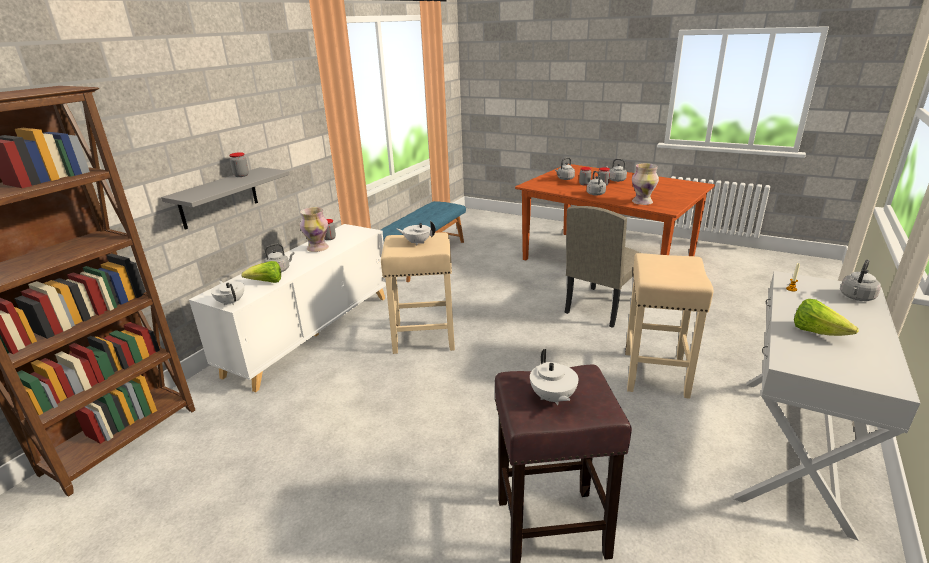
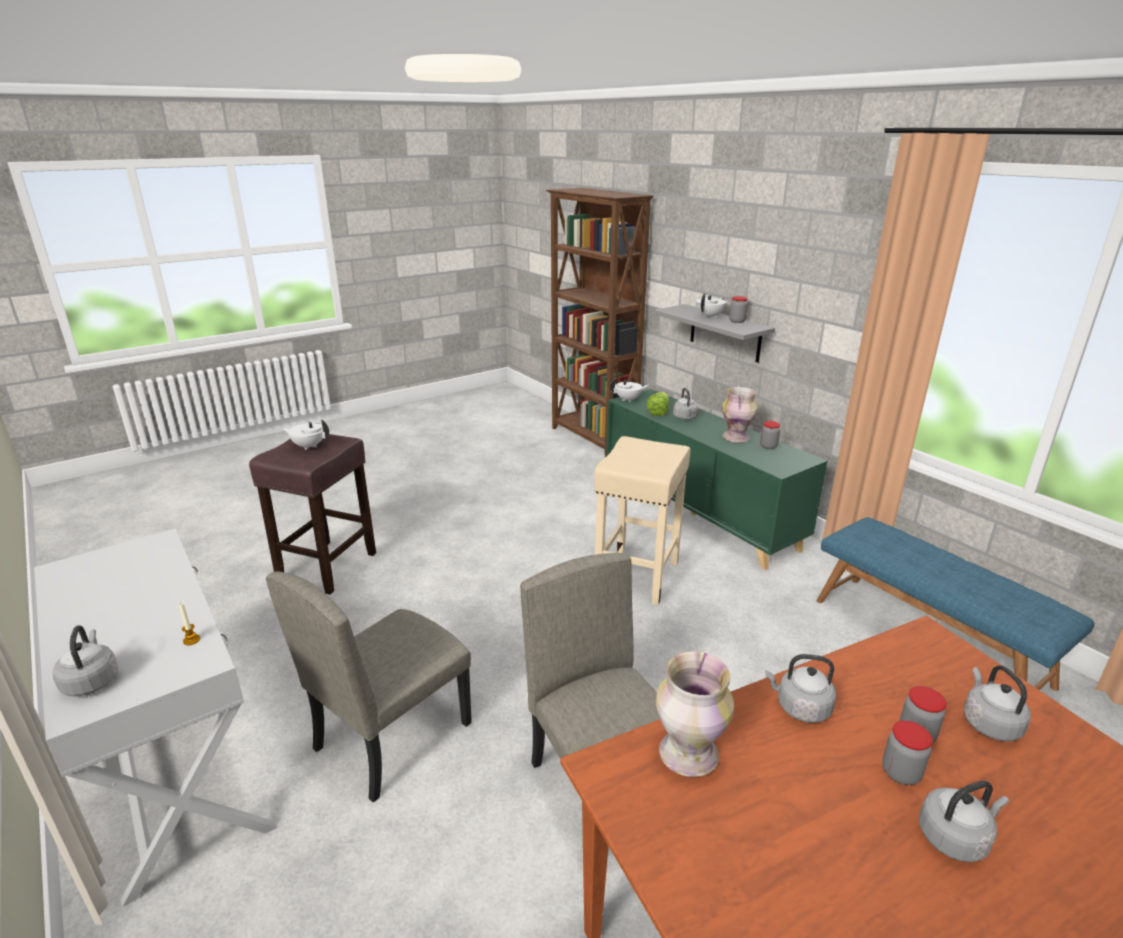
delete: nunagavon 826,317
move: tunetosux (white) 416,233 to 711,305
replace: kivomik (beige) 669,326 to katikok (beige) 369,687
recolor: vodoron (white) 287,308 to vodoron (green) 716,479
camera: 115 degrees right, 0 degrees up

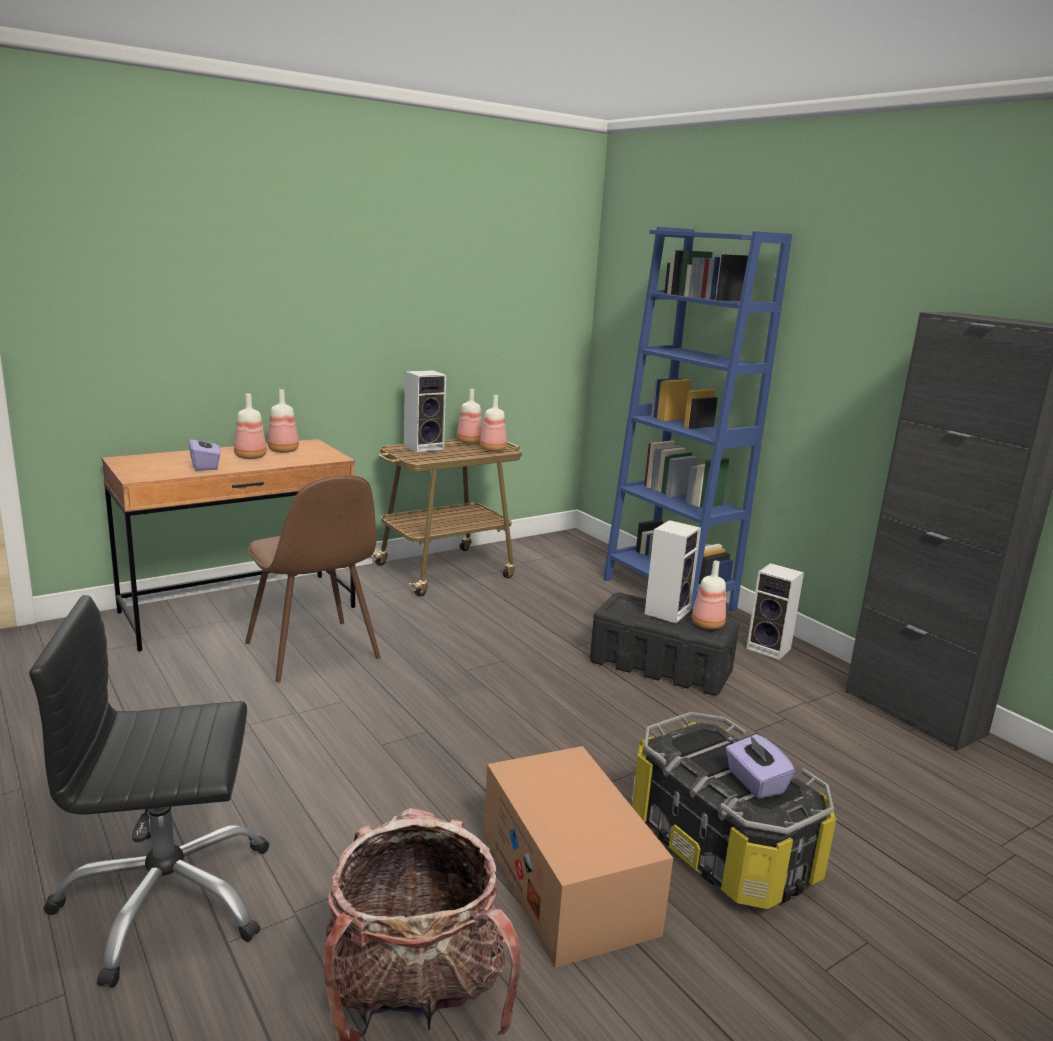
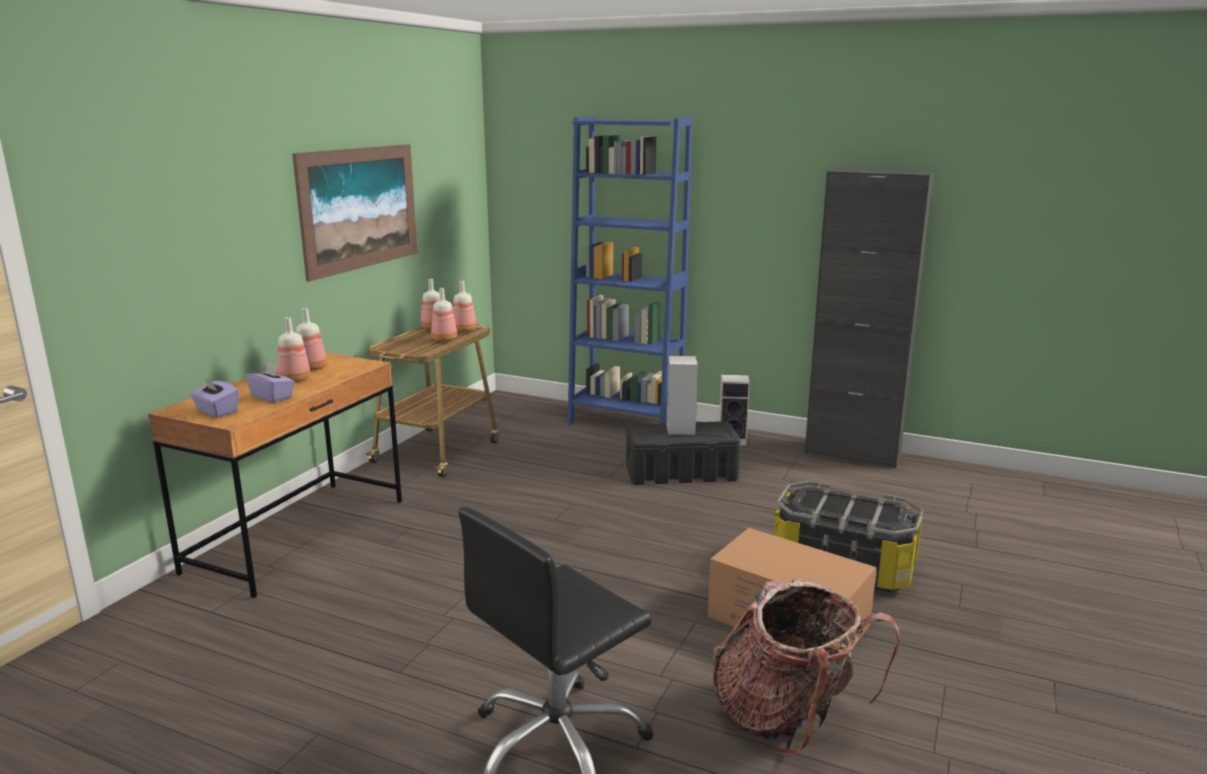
delete: katikok (brown) 312,579; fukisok 425,411
insert: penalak 355,213
move: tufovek 709,595 to 444,315; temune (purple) 760,766 to 214,397
camera: 30 degrees left, 0 degrees up

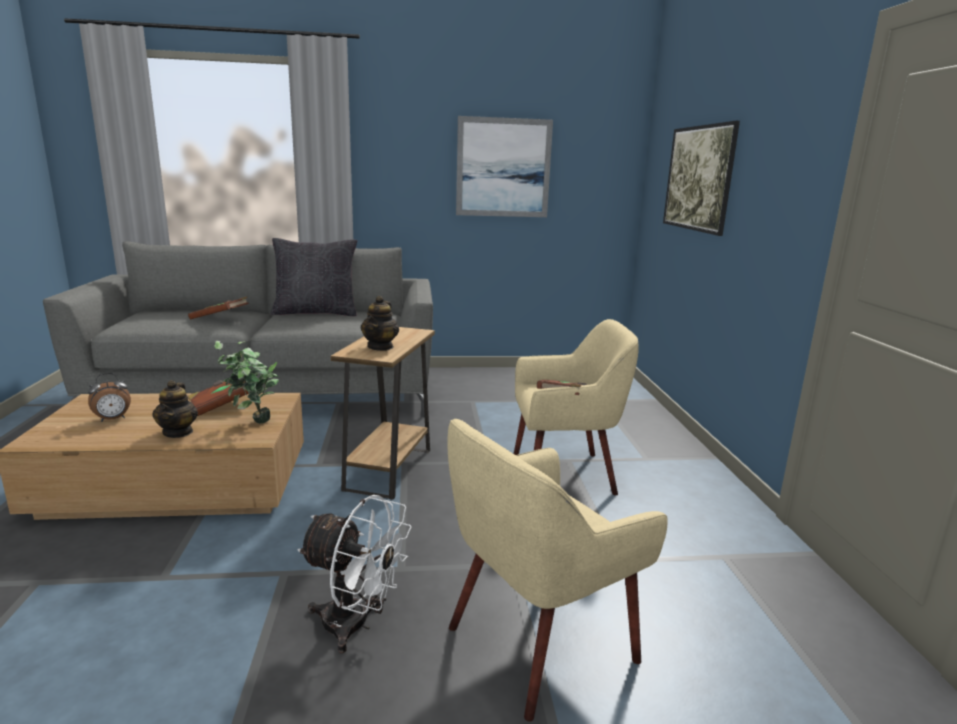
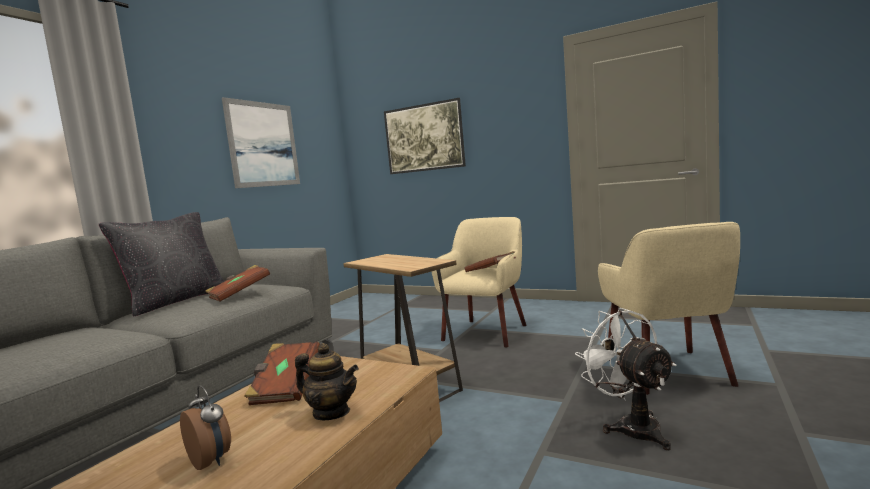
delete: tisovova 246,382; tunetosux 380,323
move: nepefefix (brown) 218,308 to 237,283
rotate: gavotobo 109,397 = 205,427 45 degrees counterclockwise; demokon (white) 354,574 = 626,379 75 degrees counterclockwise
camera: 55 degrees left, 10 degrees down

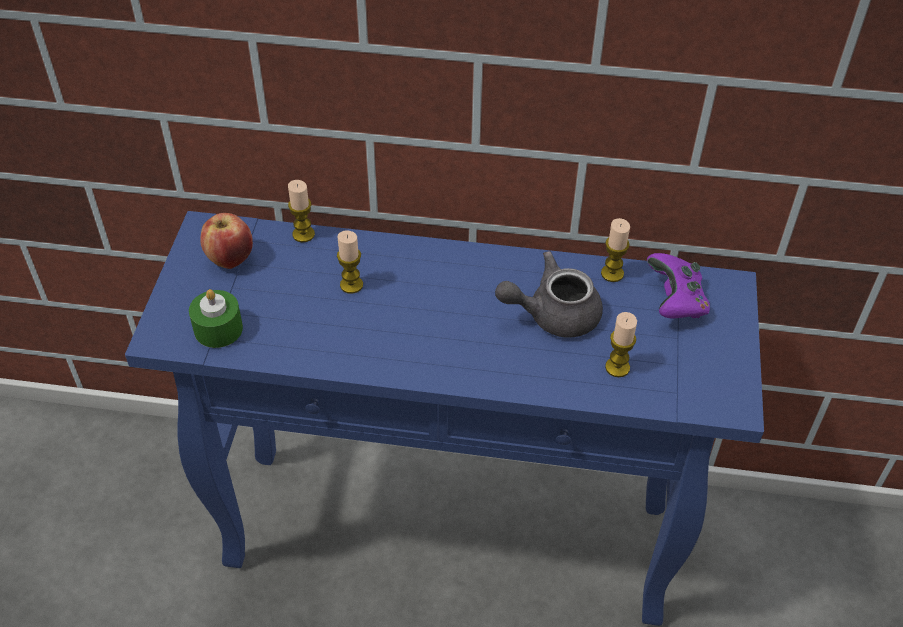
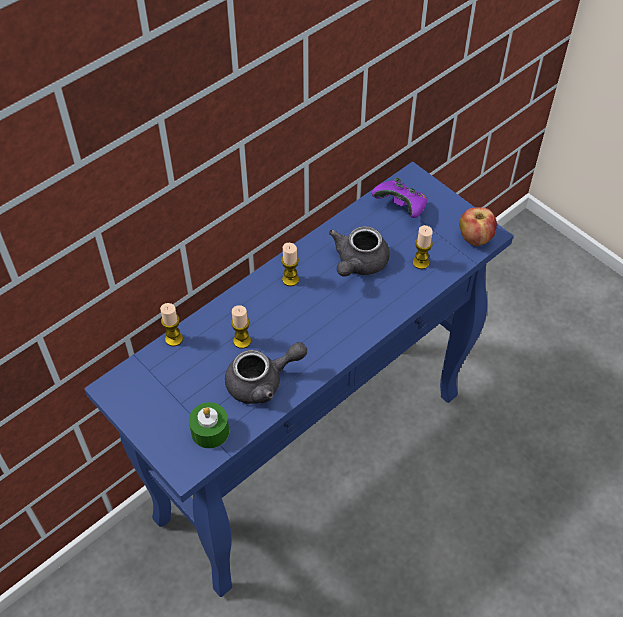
insert: tunetosux (grey) 266,373
move: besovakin 226,241 to 478,226; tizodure 615,250 to 290,264
camera: 50 degrees left, 5 degrees up

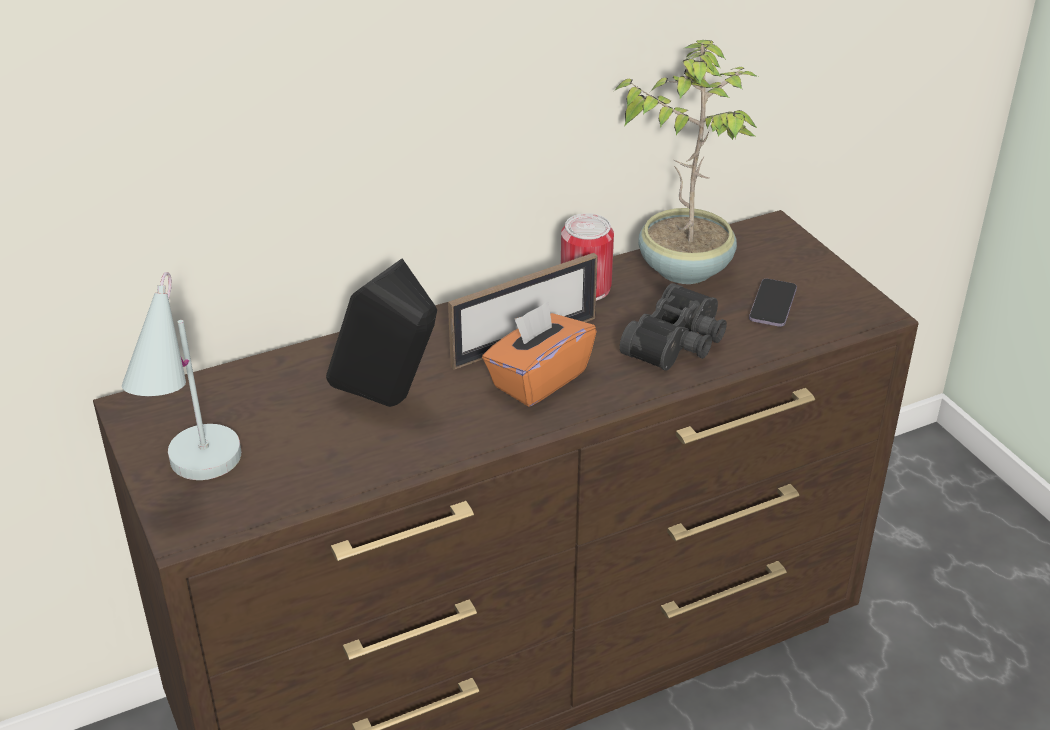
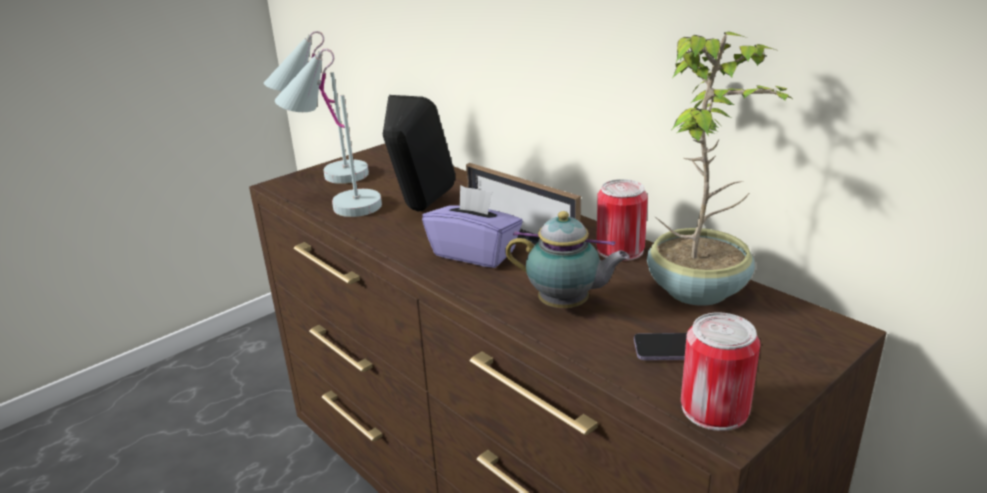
insert: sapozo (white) 328,133; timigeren 721,371
replace: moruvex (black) 673,327 to tunetosux 567,259
recolor: temune (orange) 539,354 to temune (purple) 472,226
camera: 75 degrees right, 10 degrees down

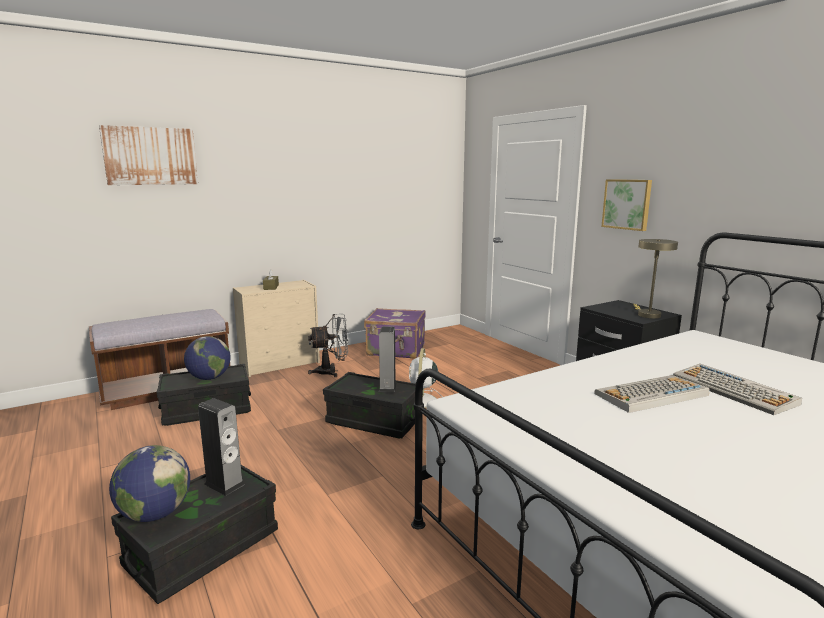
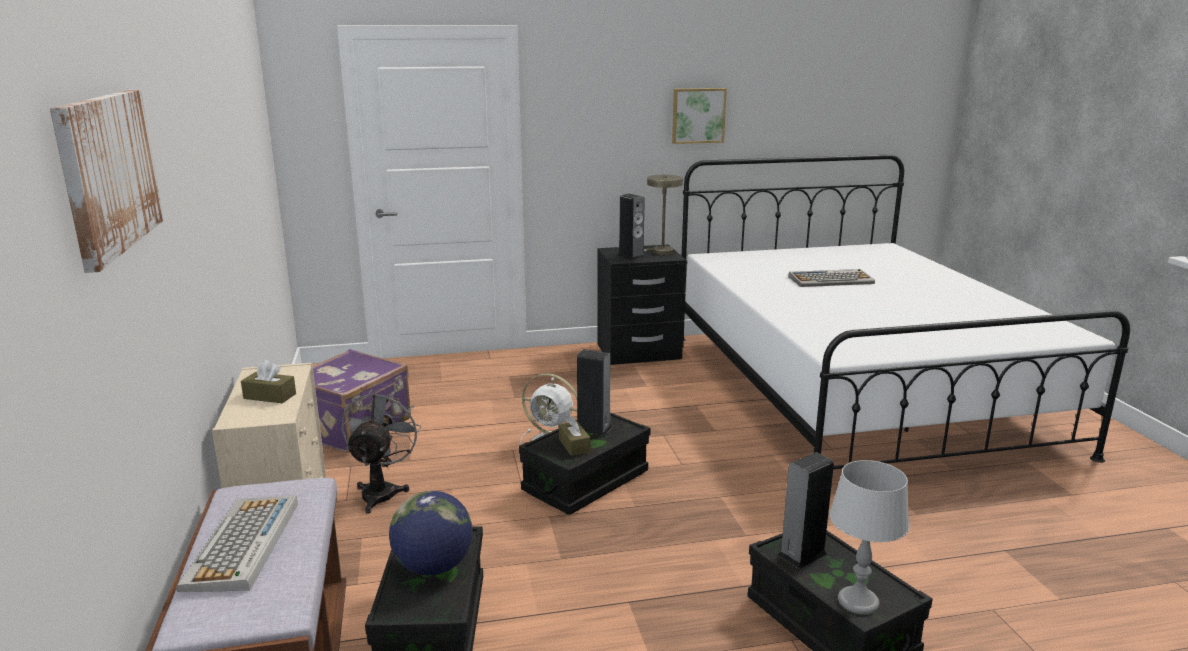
insert: temune (brown) 575,436; fukisok 631,227
move: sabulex 652,394 to 237,543; penalak 626,205 to 699,116
replace: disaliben 149,483 to sapozo (grey) 869,537
camera: 70 degrees left, 5 degrees up

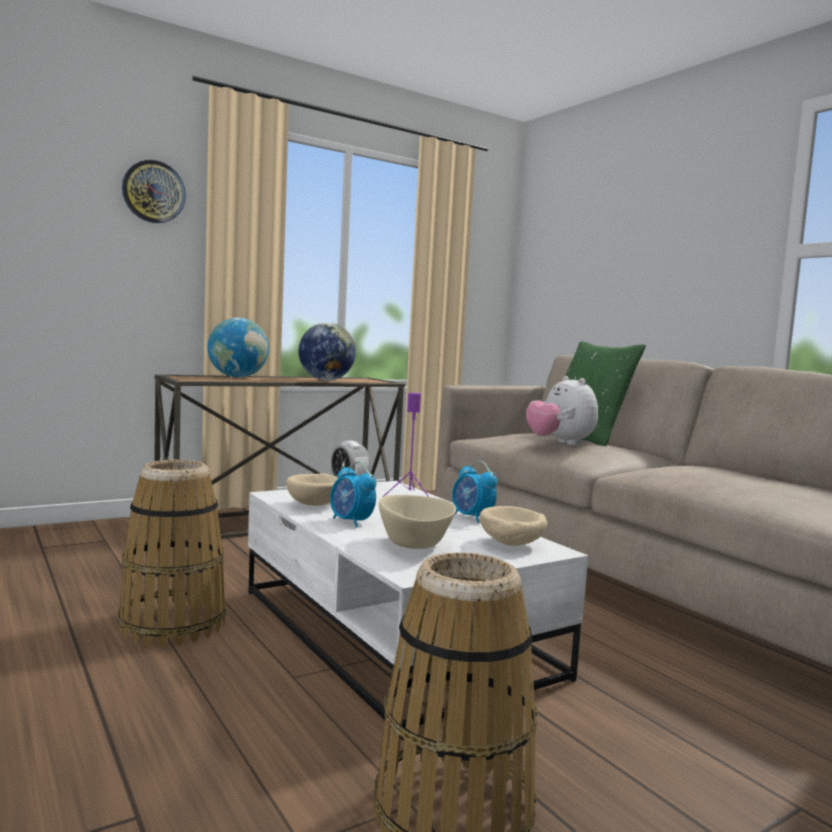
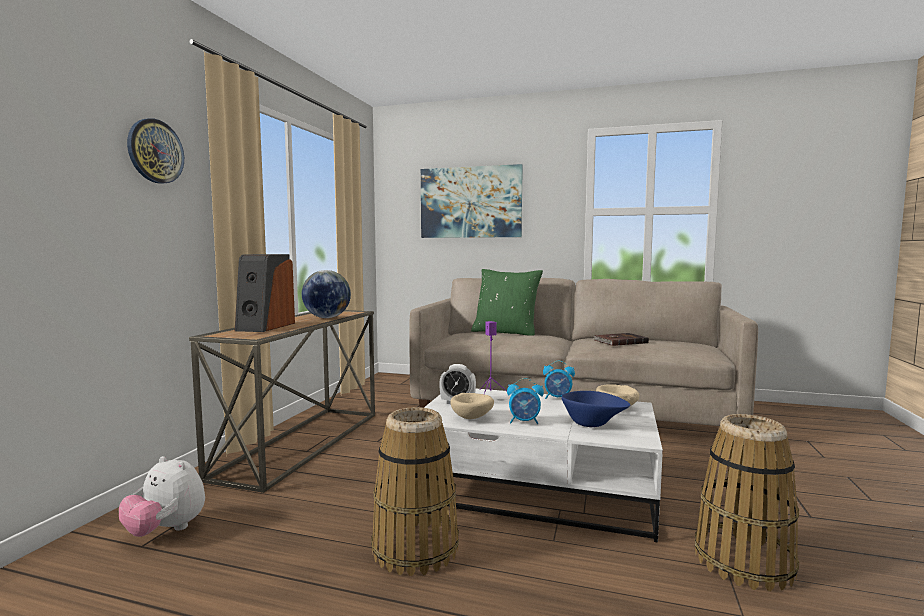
insert: penalak 472,201; nepefefix (brown) 620,339
move: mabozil 562,411 to 162,496
replace: disaliben 238,348 to fukisok 265,293
recolor: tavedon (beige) 417,522 to tavedon (blue) 595,409
camera: 40 degrees left, 0 degrees up

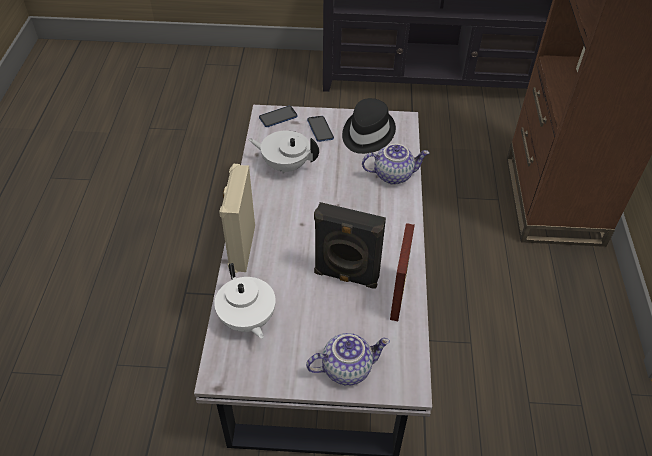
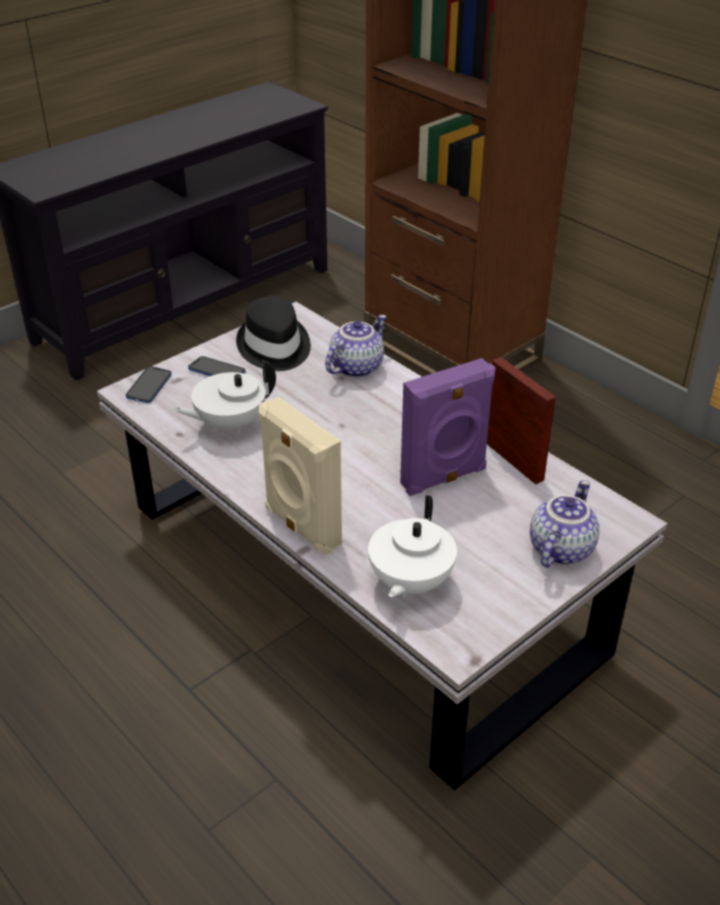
recolor: fukisok (black) 350,245 to fukisok (purple) 447,427
rotate: tunetosux (white) 245,301 = 412,546 90 degrees clockwise
camera: 45 degrees left, 10 degrees down

